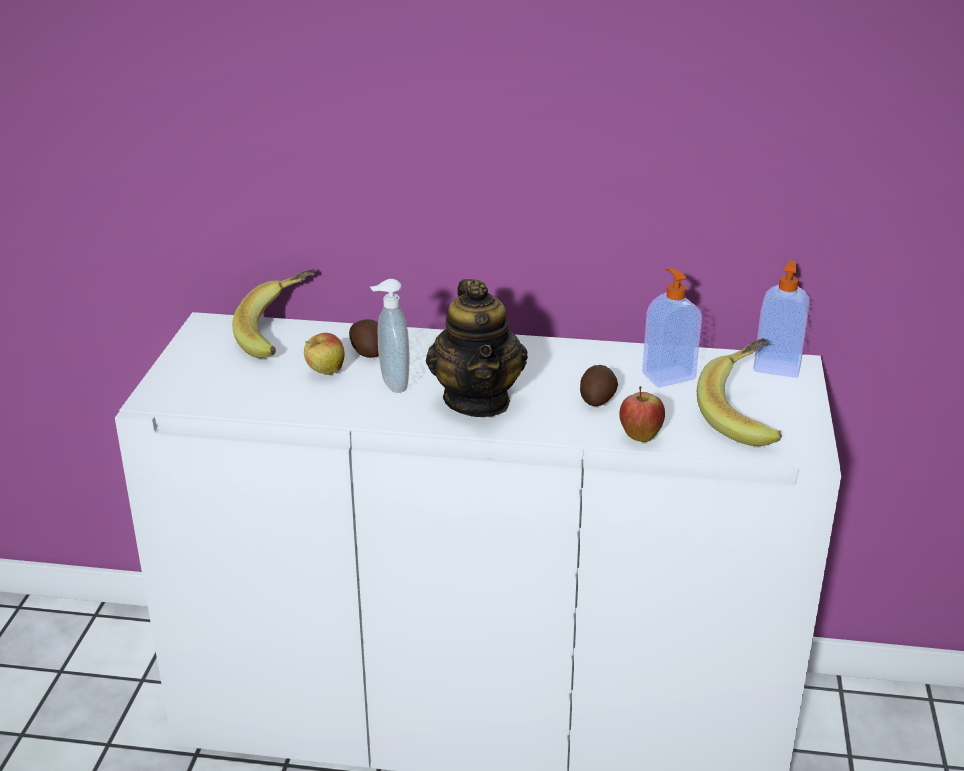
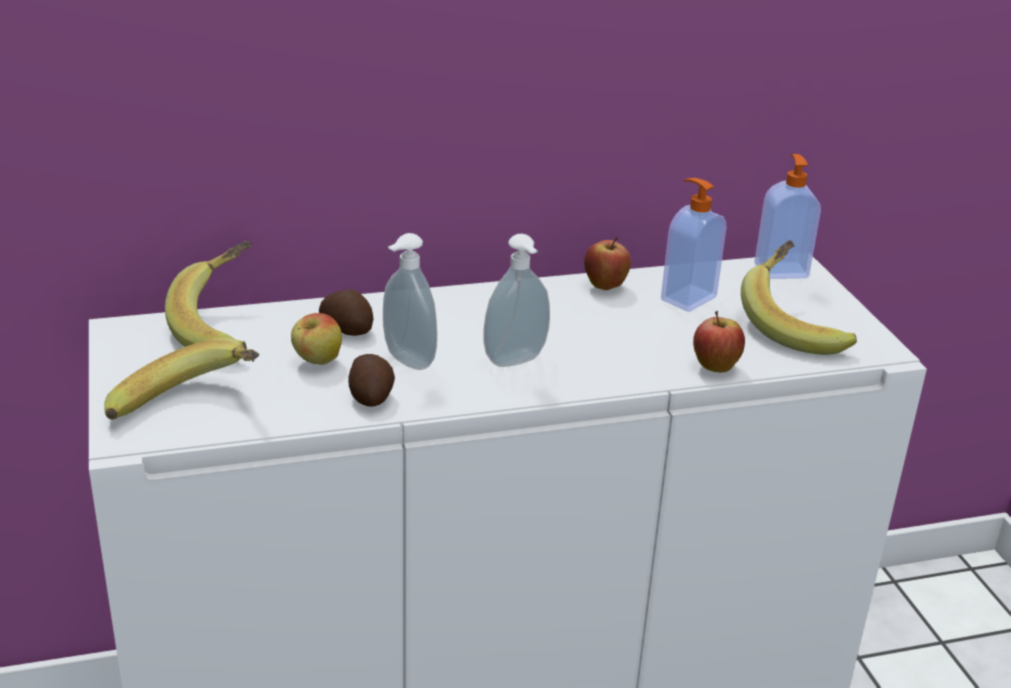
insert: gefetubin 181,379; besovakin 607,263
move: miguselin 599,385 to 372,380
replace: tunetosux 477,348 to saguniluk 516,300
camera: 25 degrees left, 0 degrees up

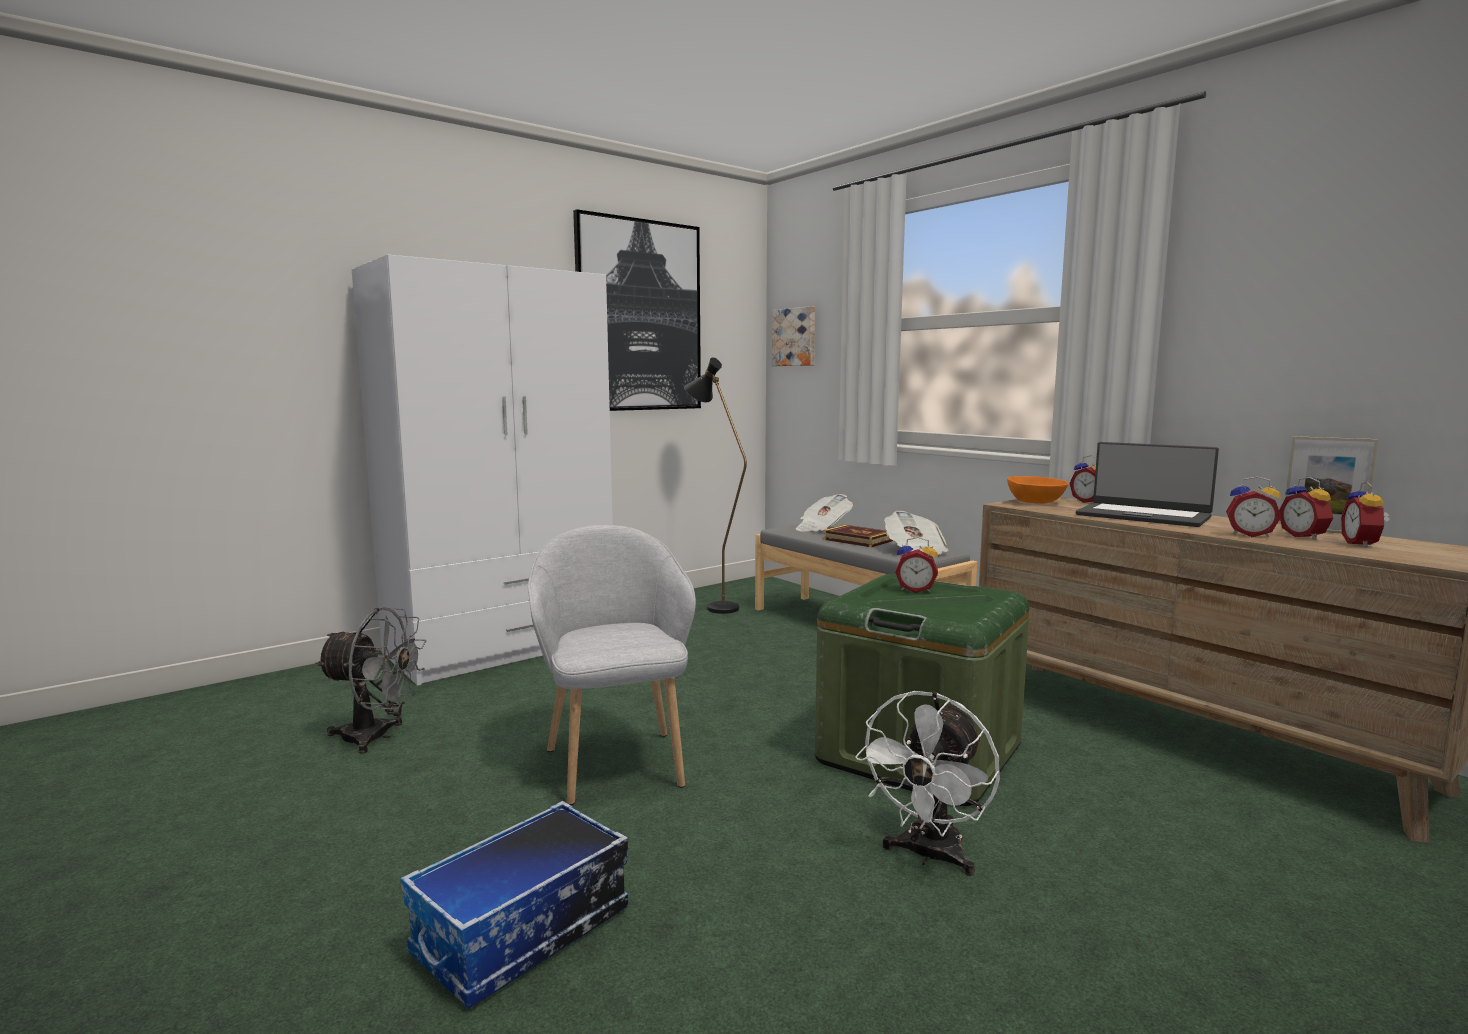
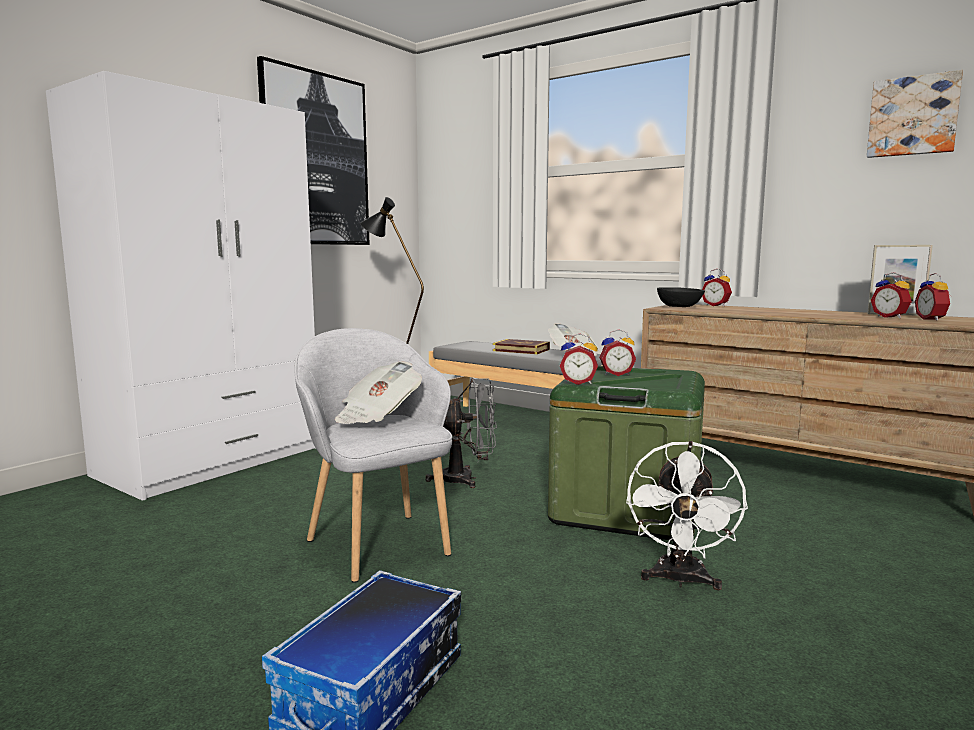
delete: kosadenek 1147,484
move: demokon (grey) 370,680 to 461,433; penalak 793,336 to 915,114; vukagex 824,513 to 378,392; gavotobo 1253,506 to 579,359
recolor: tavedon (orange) 1038,490 to tavedon (black) 681,297
camera: 15 degrees left, 0 degrees up

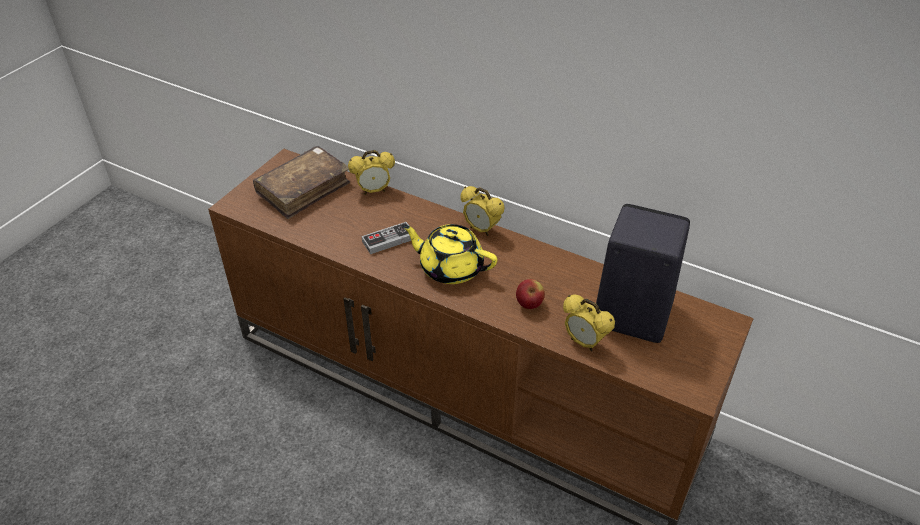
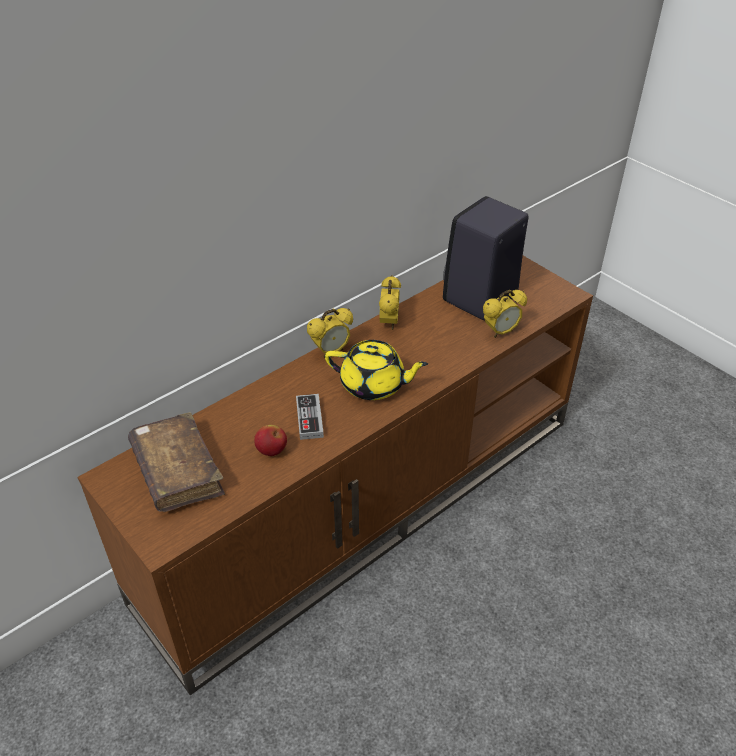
move: gavotobo 371,172 to 390,302; besovakin 530,294 to 270,440
rotate: tunetosux (yellow) 449,254 = 376,370 120 degrees counterclockwise
camera: 70 degrees left, 0 degrees up

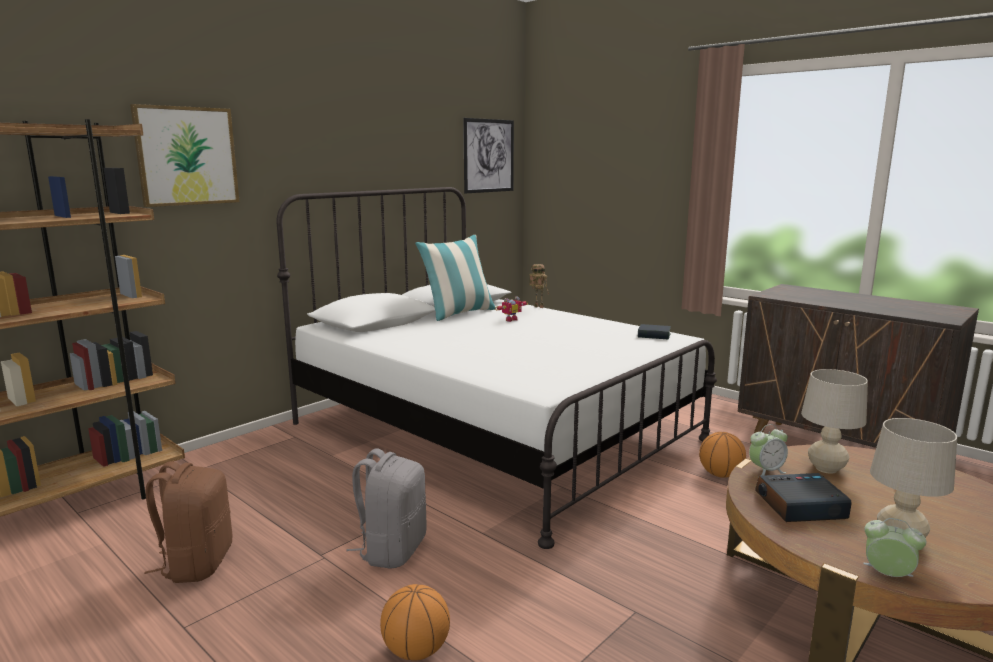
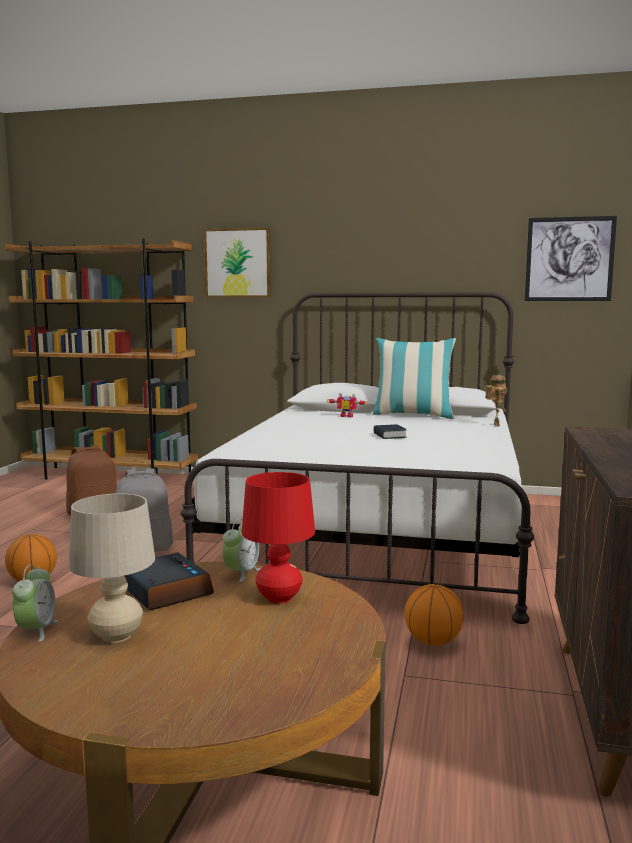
move: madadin 511,309 to 347,405; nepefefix 654,332 to 390,431
recolor: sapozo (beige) 834,421 to sapozo (red) 278,538
rotate: gavotobo 768,450 = 241,550 105 degrees counterclockwise
camera: 60 degrees right, 5 degrees down

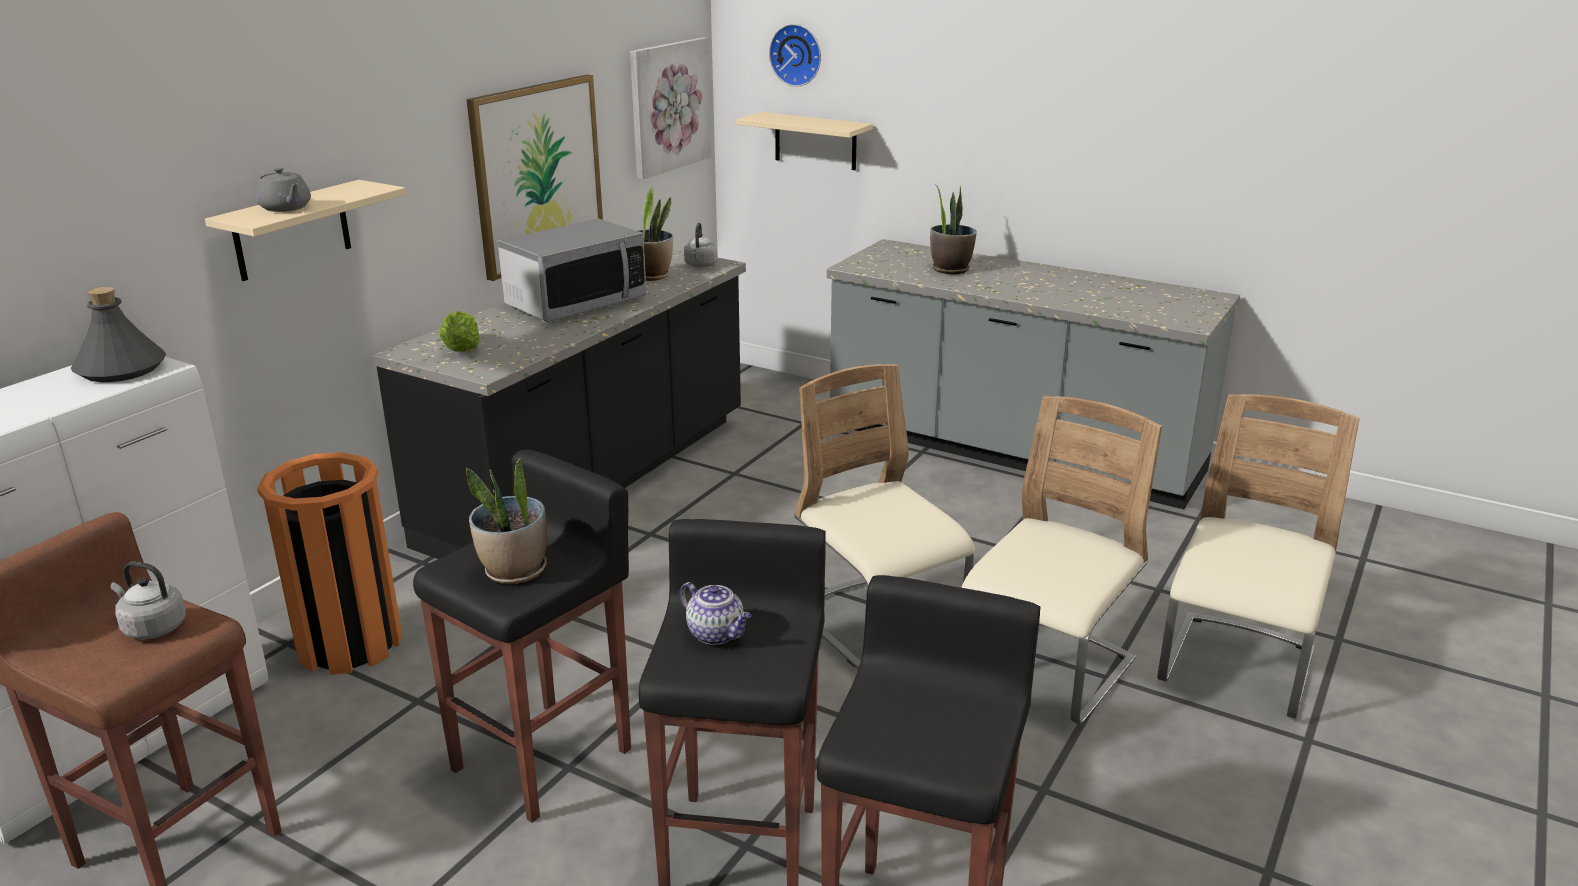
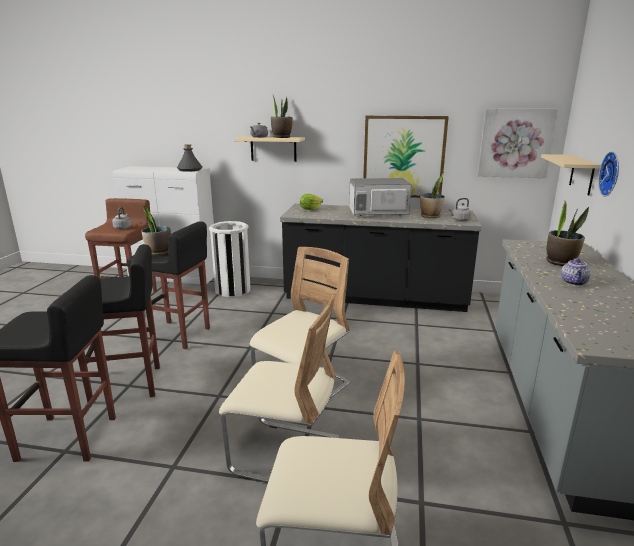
insert: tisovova 282,116
move: tunetosux 715,613 to 576,272; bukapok 795,55 to 608,174
recolor: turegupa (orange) 329,563 to turegupa (white) 229,259
rotate: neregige 572,270 = 380,197 150 degrees clockwise
camera: 70 degrees right, 5 degrees down

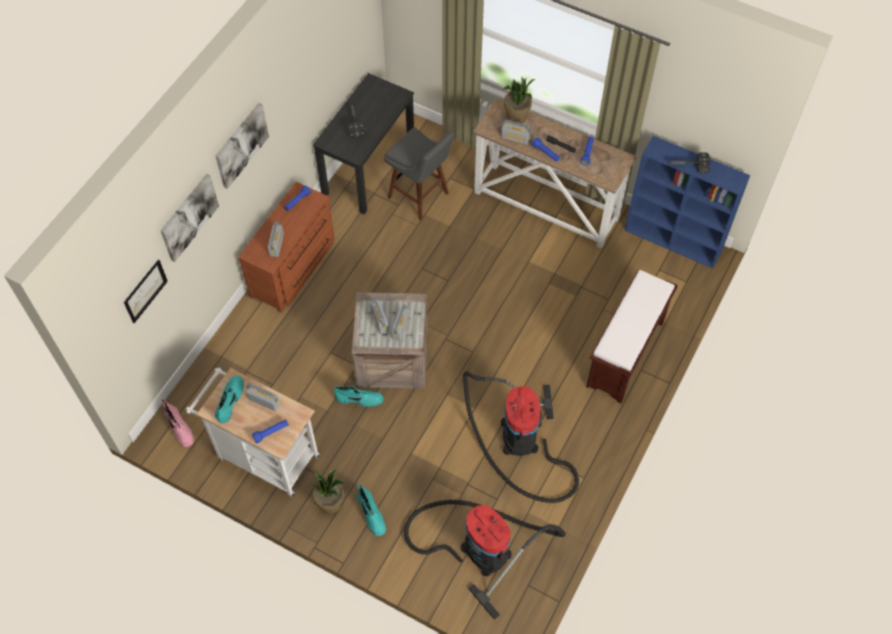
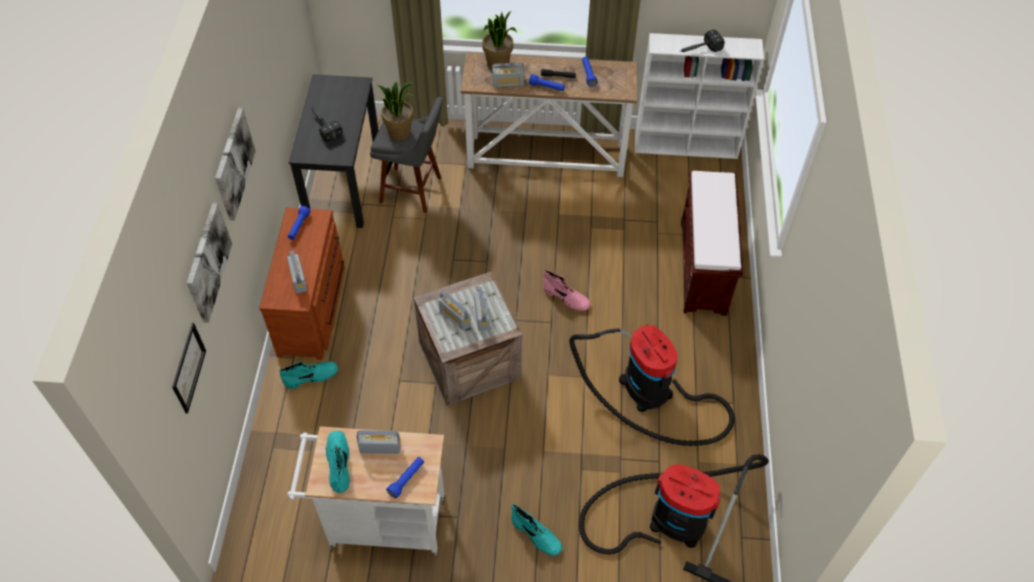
move: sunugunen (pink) 177,423 to 567,290; tisovova 328,491 to 395,111; sunugunen (turquoise) 358,396 to 309,375
recolor: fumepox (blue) 687,202 to fumepox (white) 699,96
camera: 25 degrees left, 5 degrees down

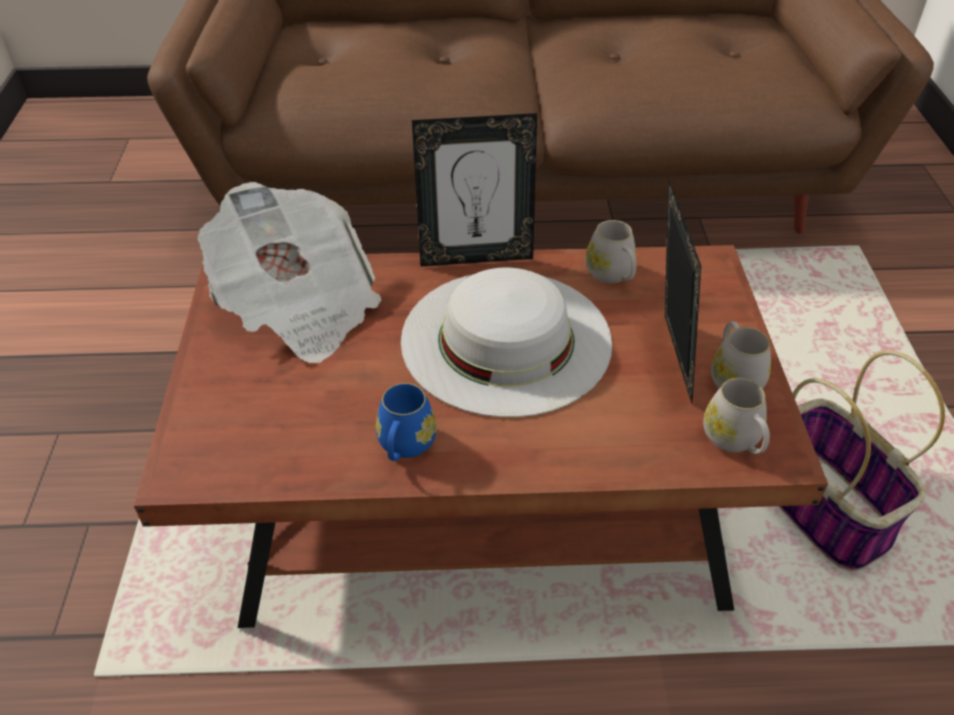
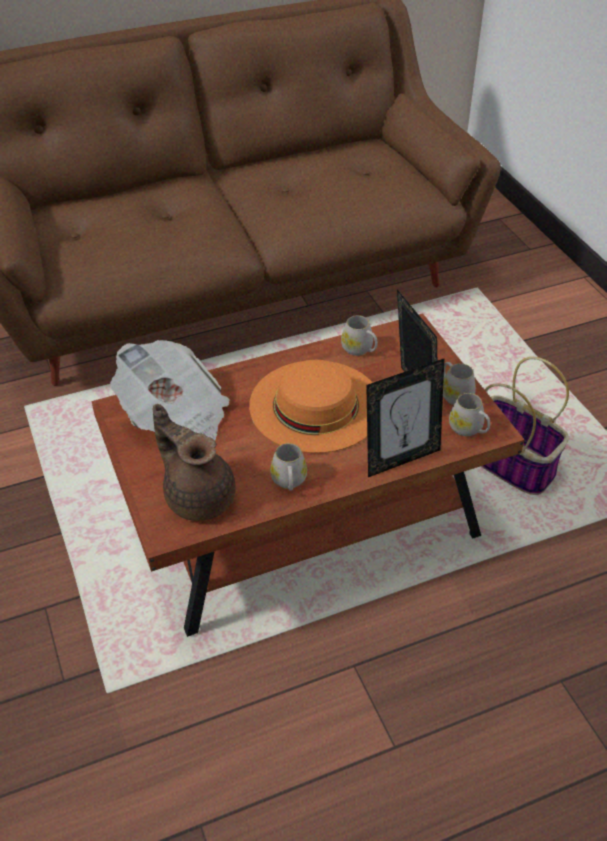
insert: tunetosux (brown) 194,462
move: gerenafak 474,190 to 405,418
recolor: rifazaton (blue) 406,422 to rifazaton (white) 288,467; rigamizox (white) 506,342 to rigamizox (orange) 311,406
camera: 20 degrees left, 0 degrees up

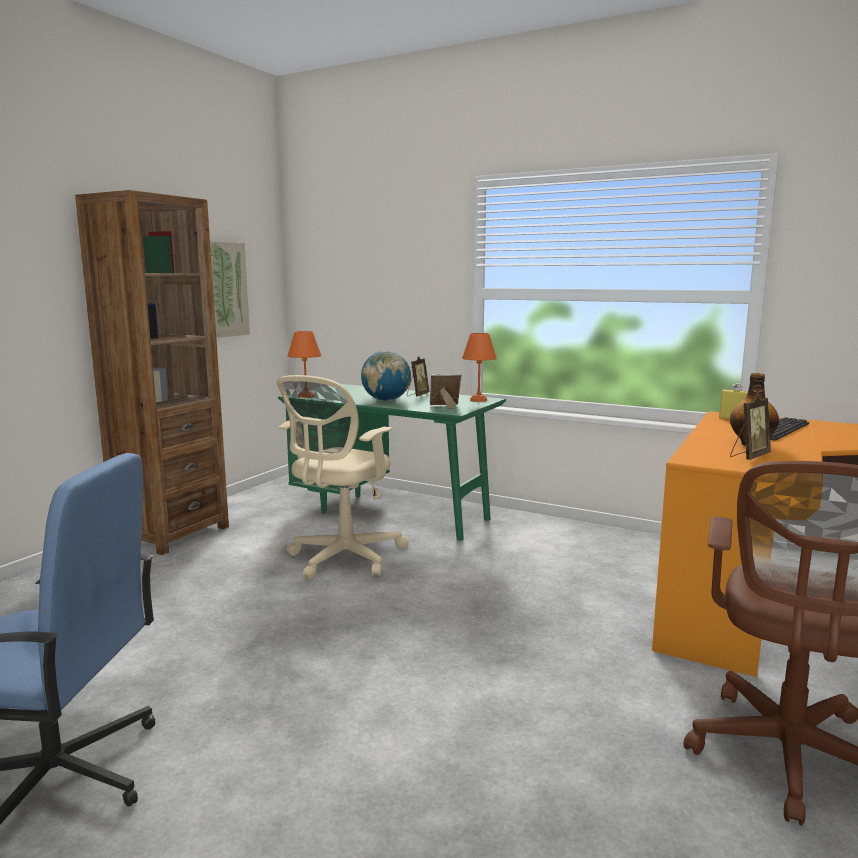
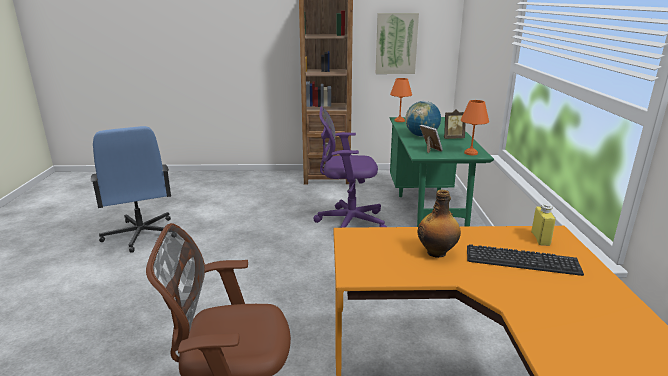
delete: gerenafak 750,427
recolor: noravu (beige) 342,477 to noravu (purple) 350,167
camera: 60 degrees right, 10 degrees up

